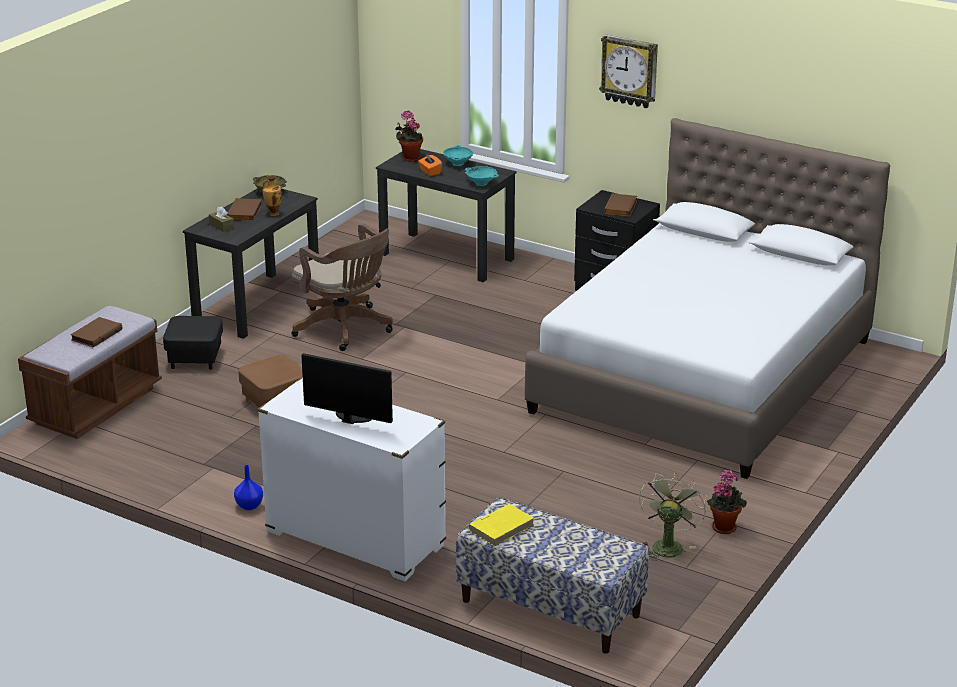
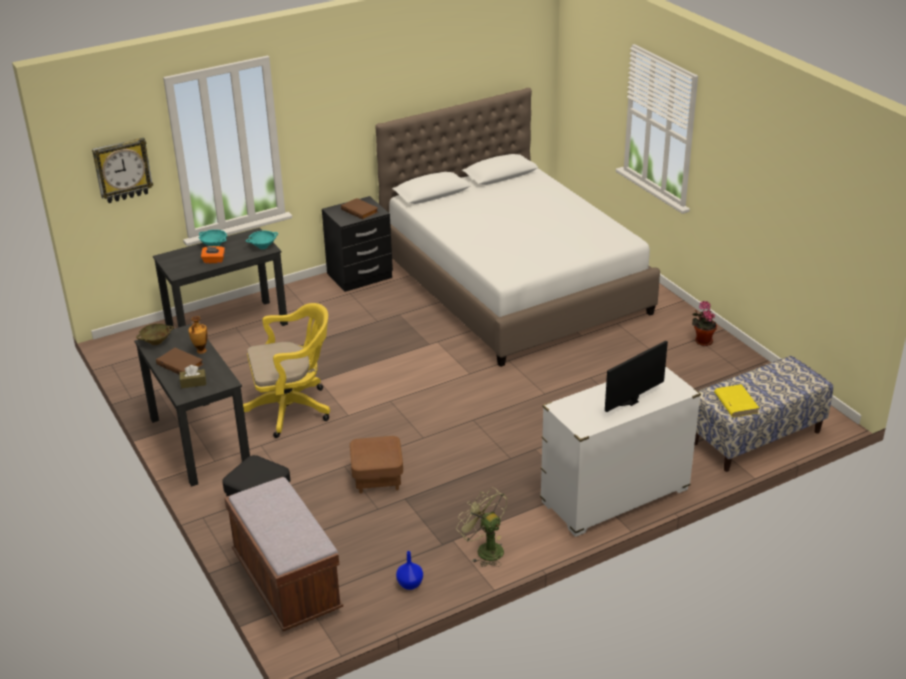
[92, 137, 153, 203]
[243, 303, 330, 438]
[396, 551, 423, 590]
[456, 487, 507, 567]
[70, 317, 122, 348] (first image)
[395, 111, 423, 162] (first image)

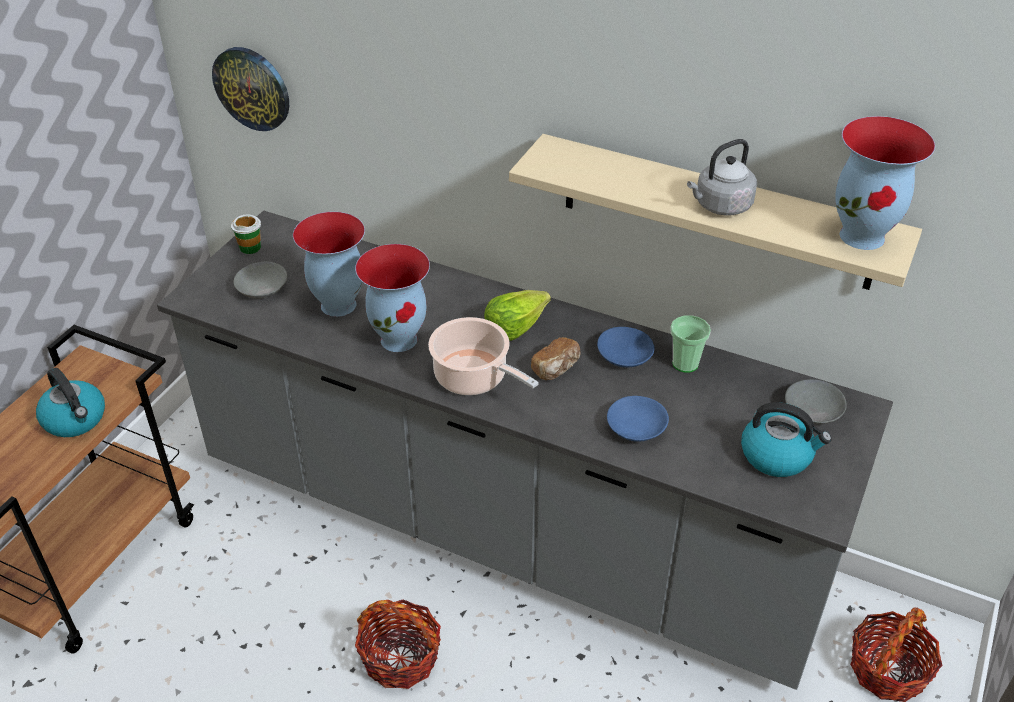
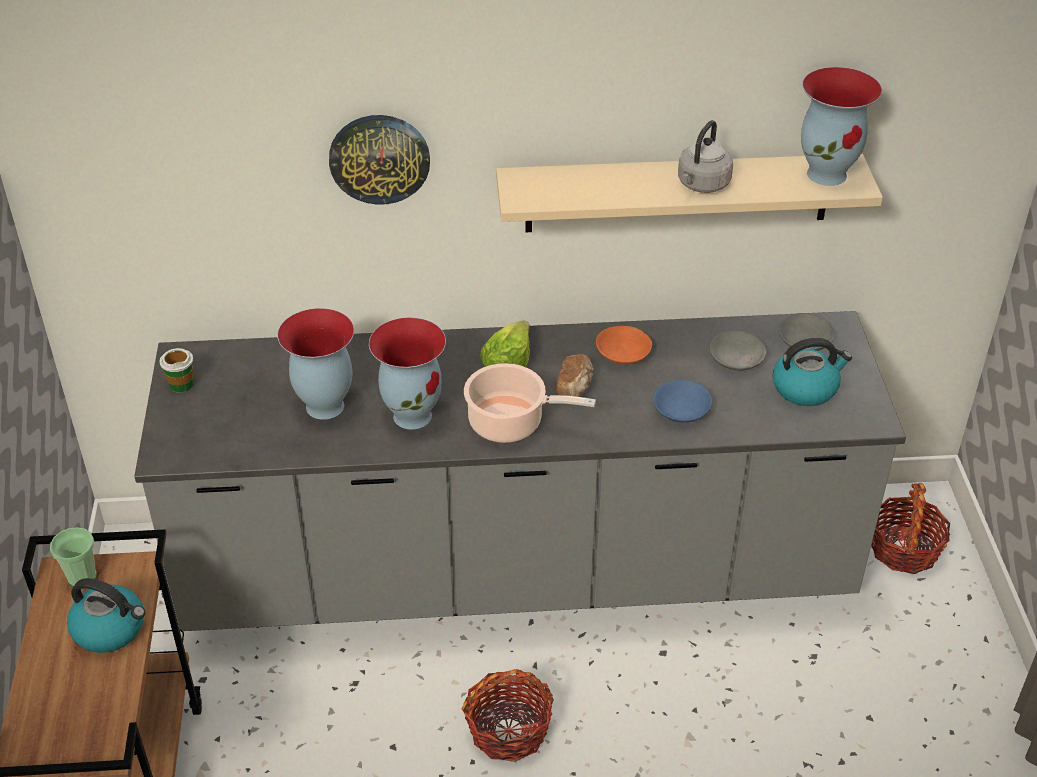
[50, 527, 97, 587]
[329, 115, 430, 205]
[596, 326, 652, 364]
[710, 330, 766, 371]

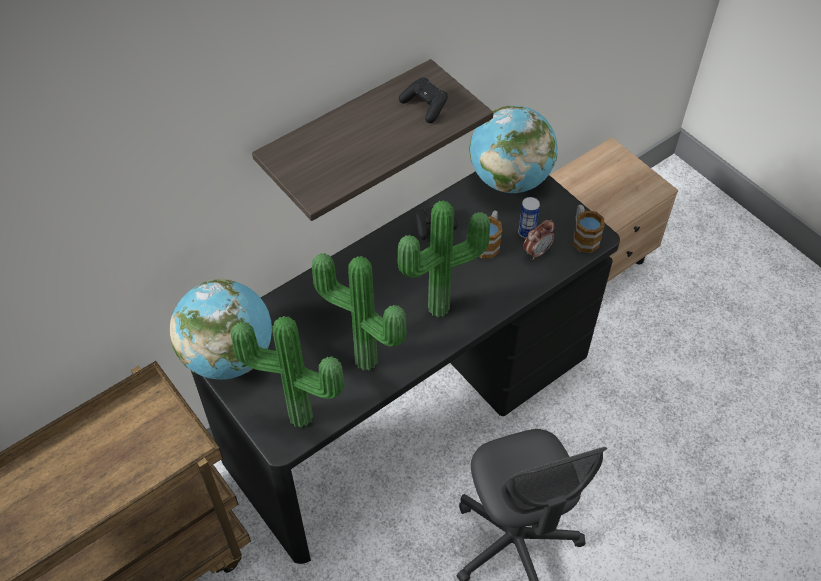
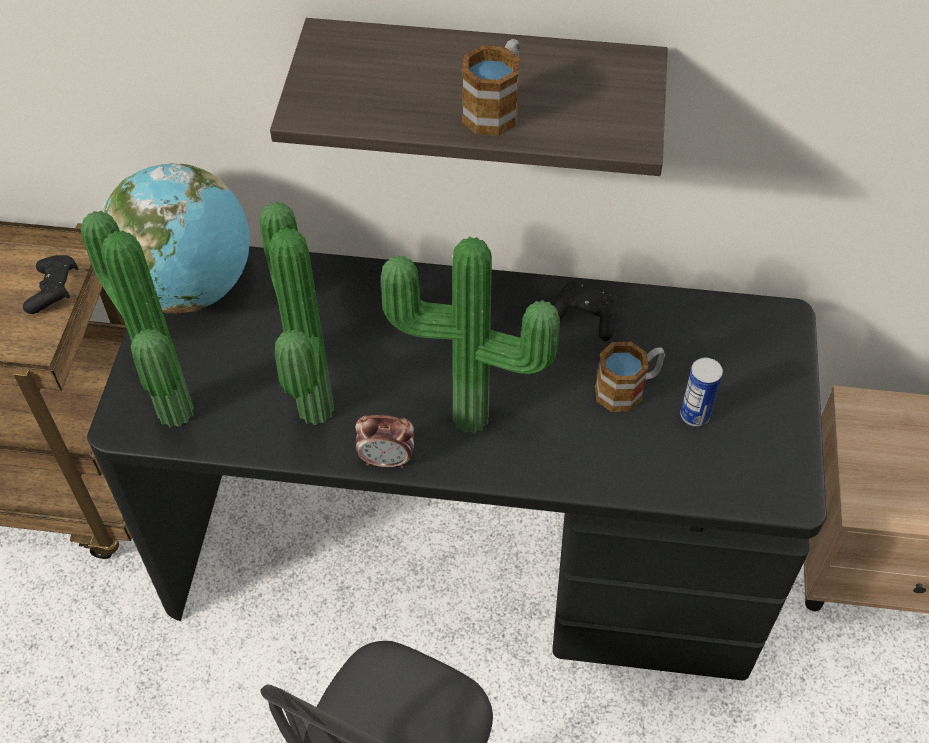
[23, 255, 78, 314]
[355, 415, 414, 468]
[462, 39, 520, 136]
[470, 105, 558, 193] (first image)

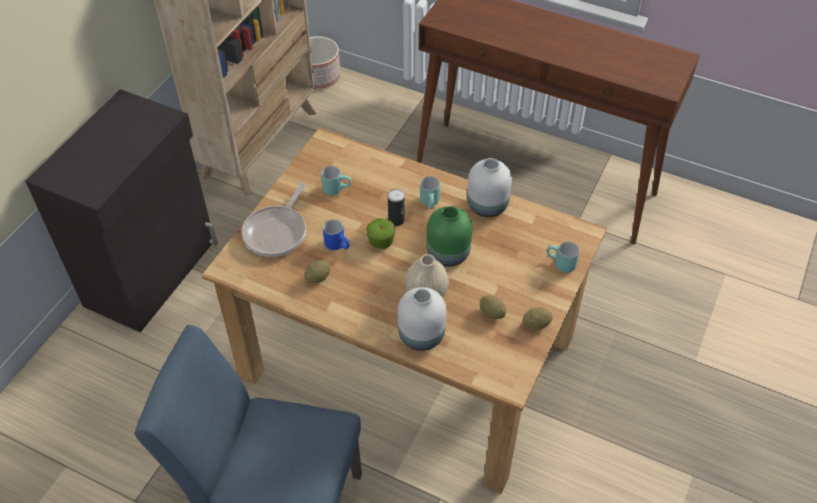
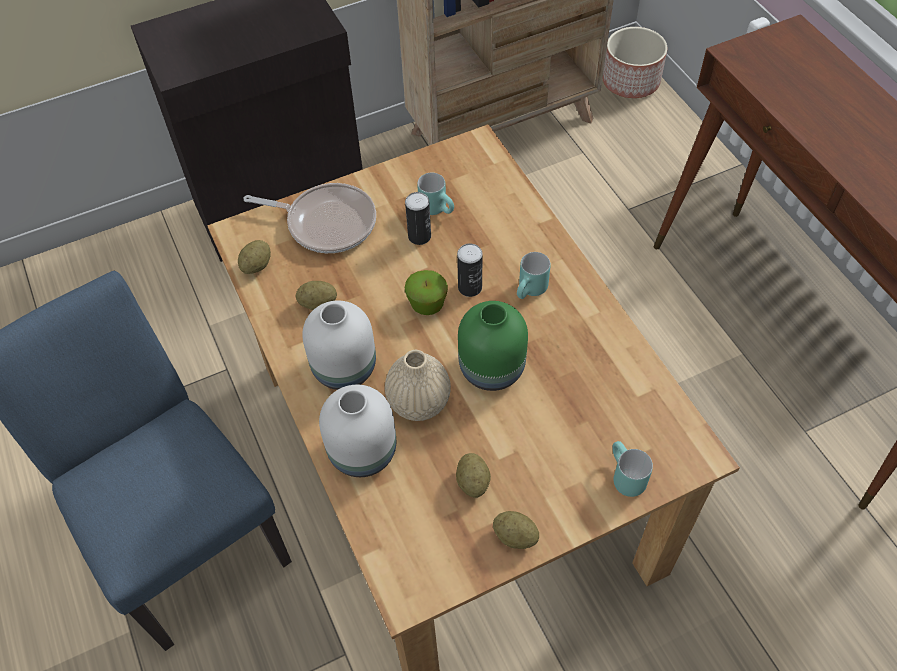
[238, 240, 271, 274]
[243, 183, 376, 253]
[302, 301, 376, 390]
[405, 192, 431, 245]
[323, 219, 350, 250] (first image)

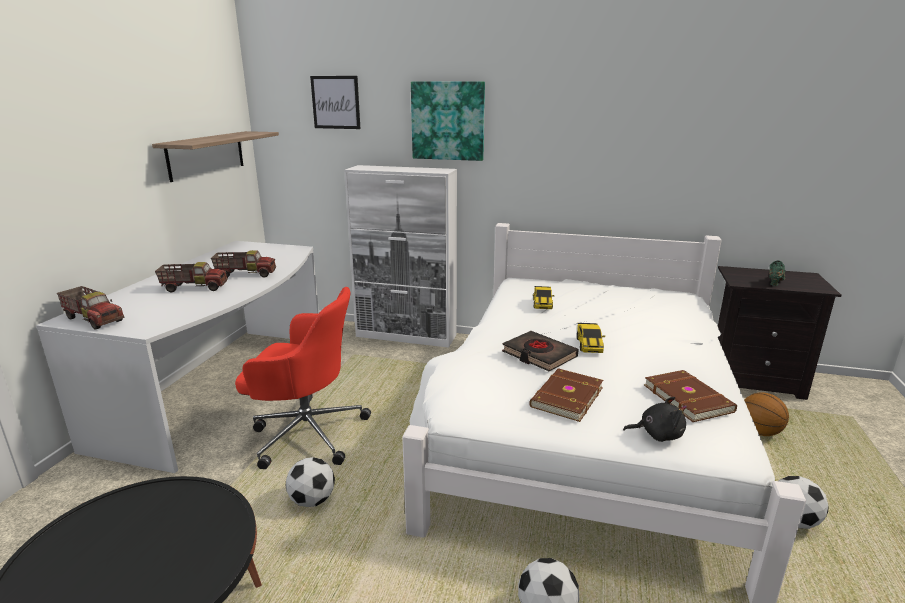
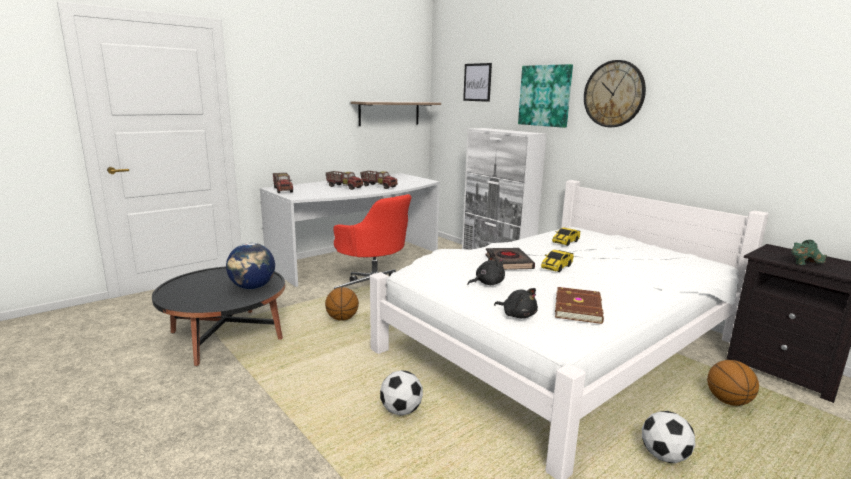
[226, 243, 275, 289]
[325, 287, 359, 321]
[467, 256, 505, 285]
[584, 60, 646, 127]

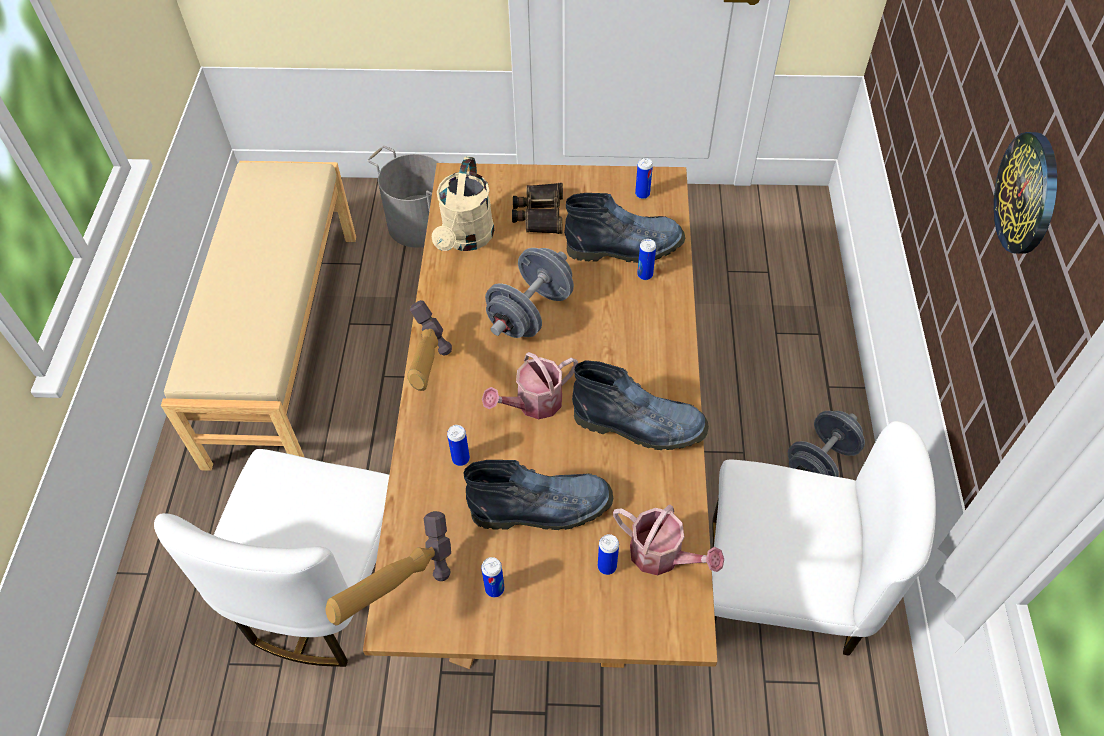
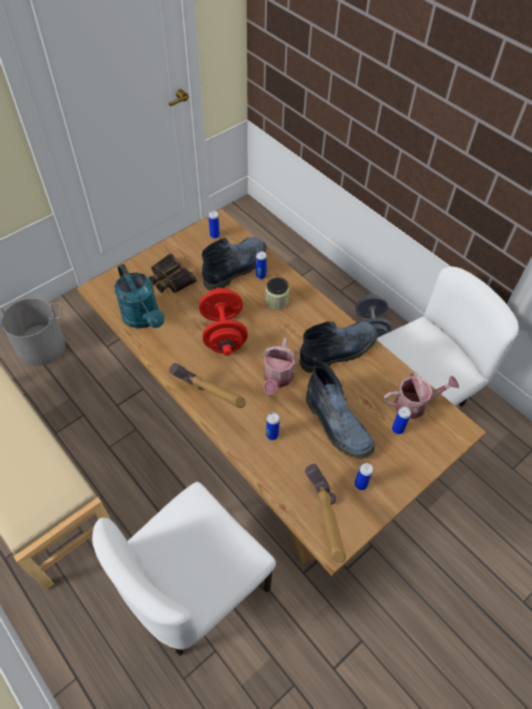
[92, 482, 276, 656]
[114, 264, 165, 328]
[199, 288, 248, 356]
[265, 277, 289, 310]
[306, 361, 375, 459]
[994, 132, 1057, 253] (first image)

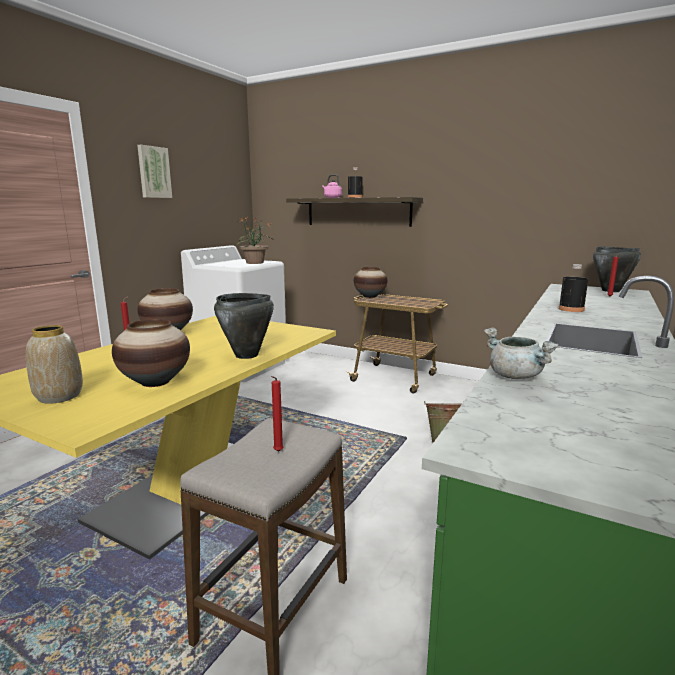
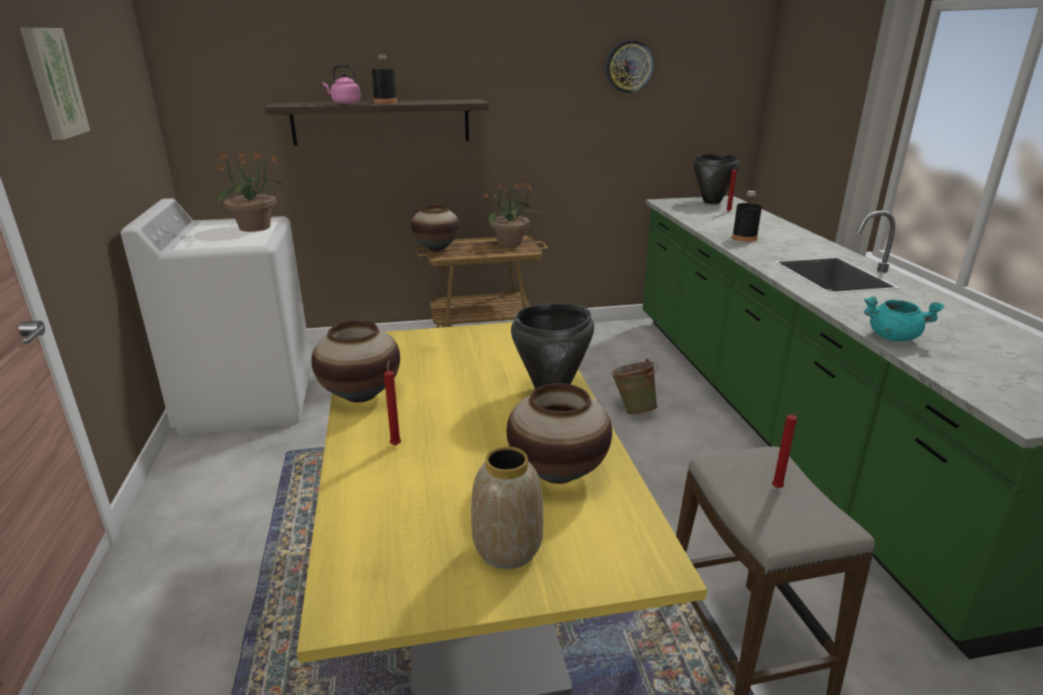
[481, 182, 541, 247]
[606, 40, 654, 93]
[864, 297, 945, 341]

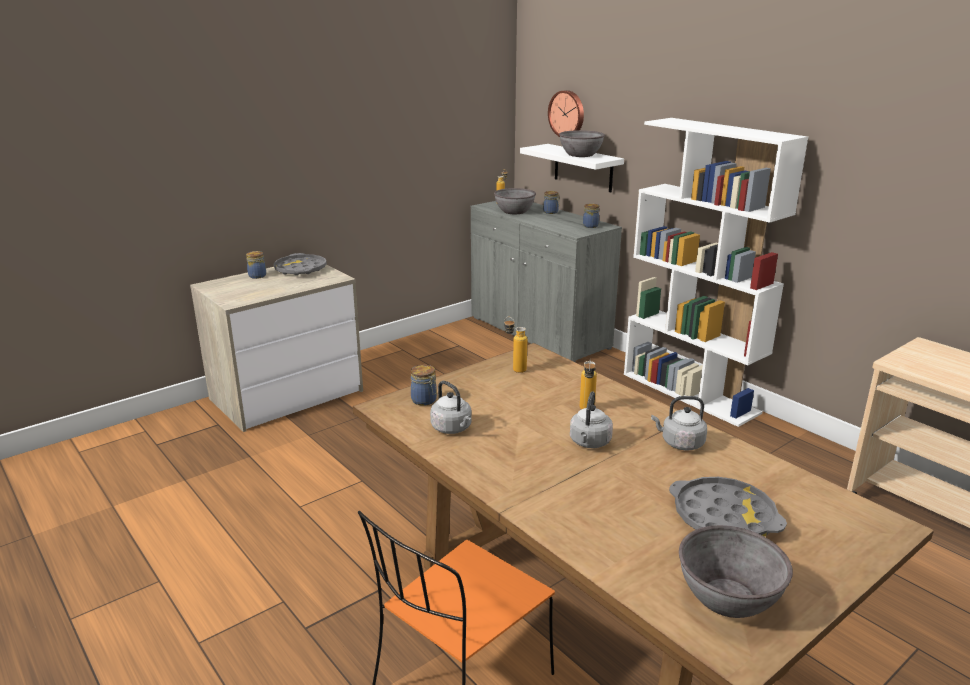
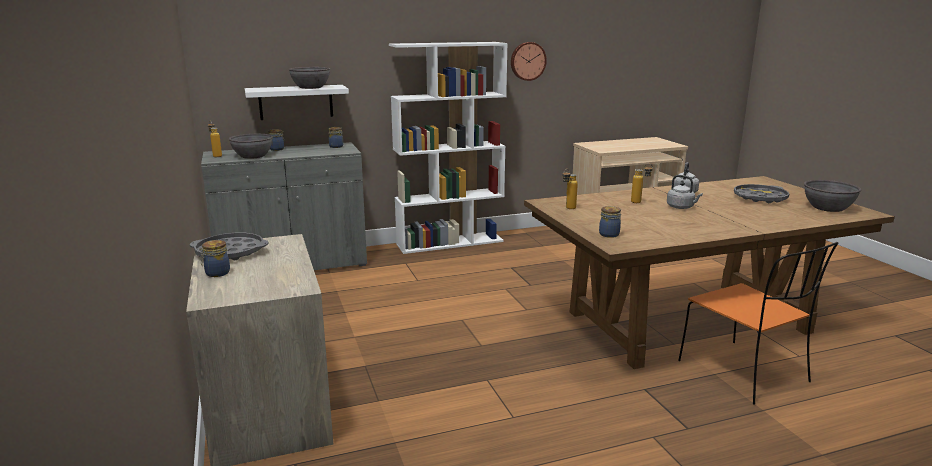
[511, 42, 547, 81]
[430, 381, 472, 434] (first image)

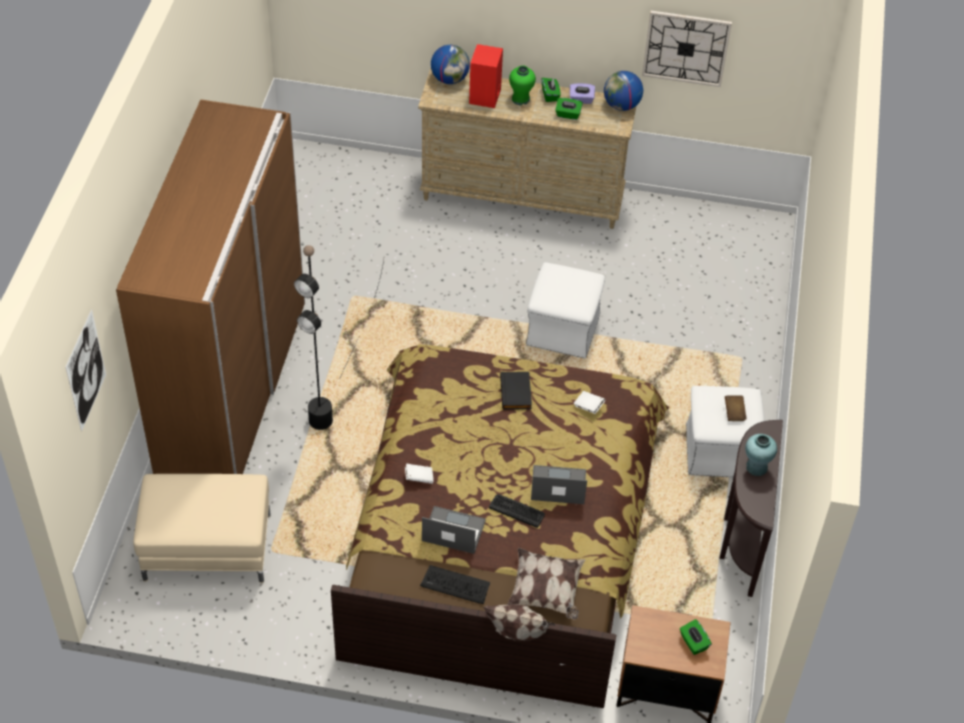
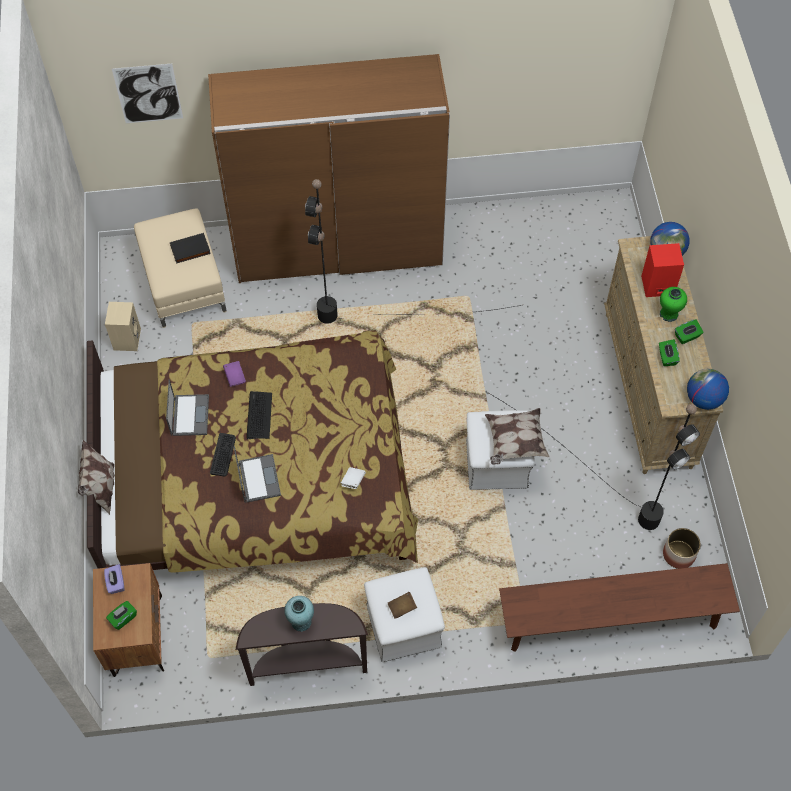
[104, 564, 125, 594]
[105, 302, 141, 351]
[170, 233, 211, 264]
[223, 361, 246, 387]
[247, 391, 272, 439]
[485, 408, 550, 465]
[489, 393, 700, 530]
[499, 563, 740, 652]
[663, 528, 701, 569]
[642, 11, 732, 87] (first image)

